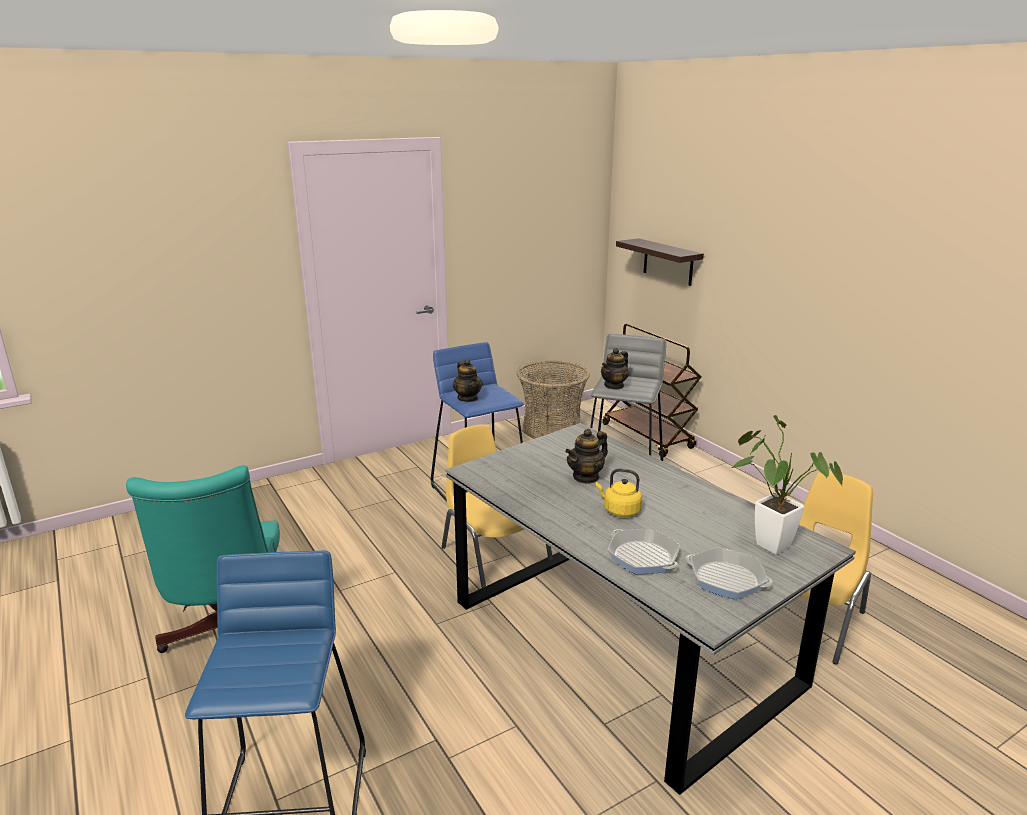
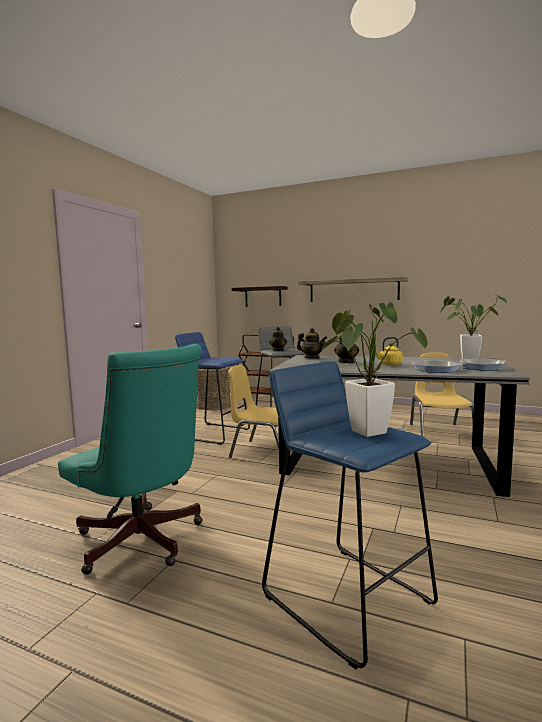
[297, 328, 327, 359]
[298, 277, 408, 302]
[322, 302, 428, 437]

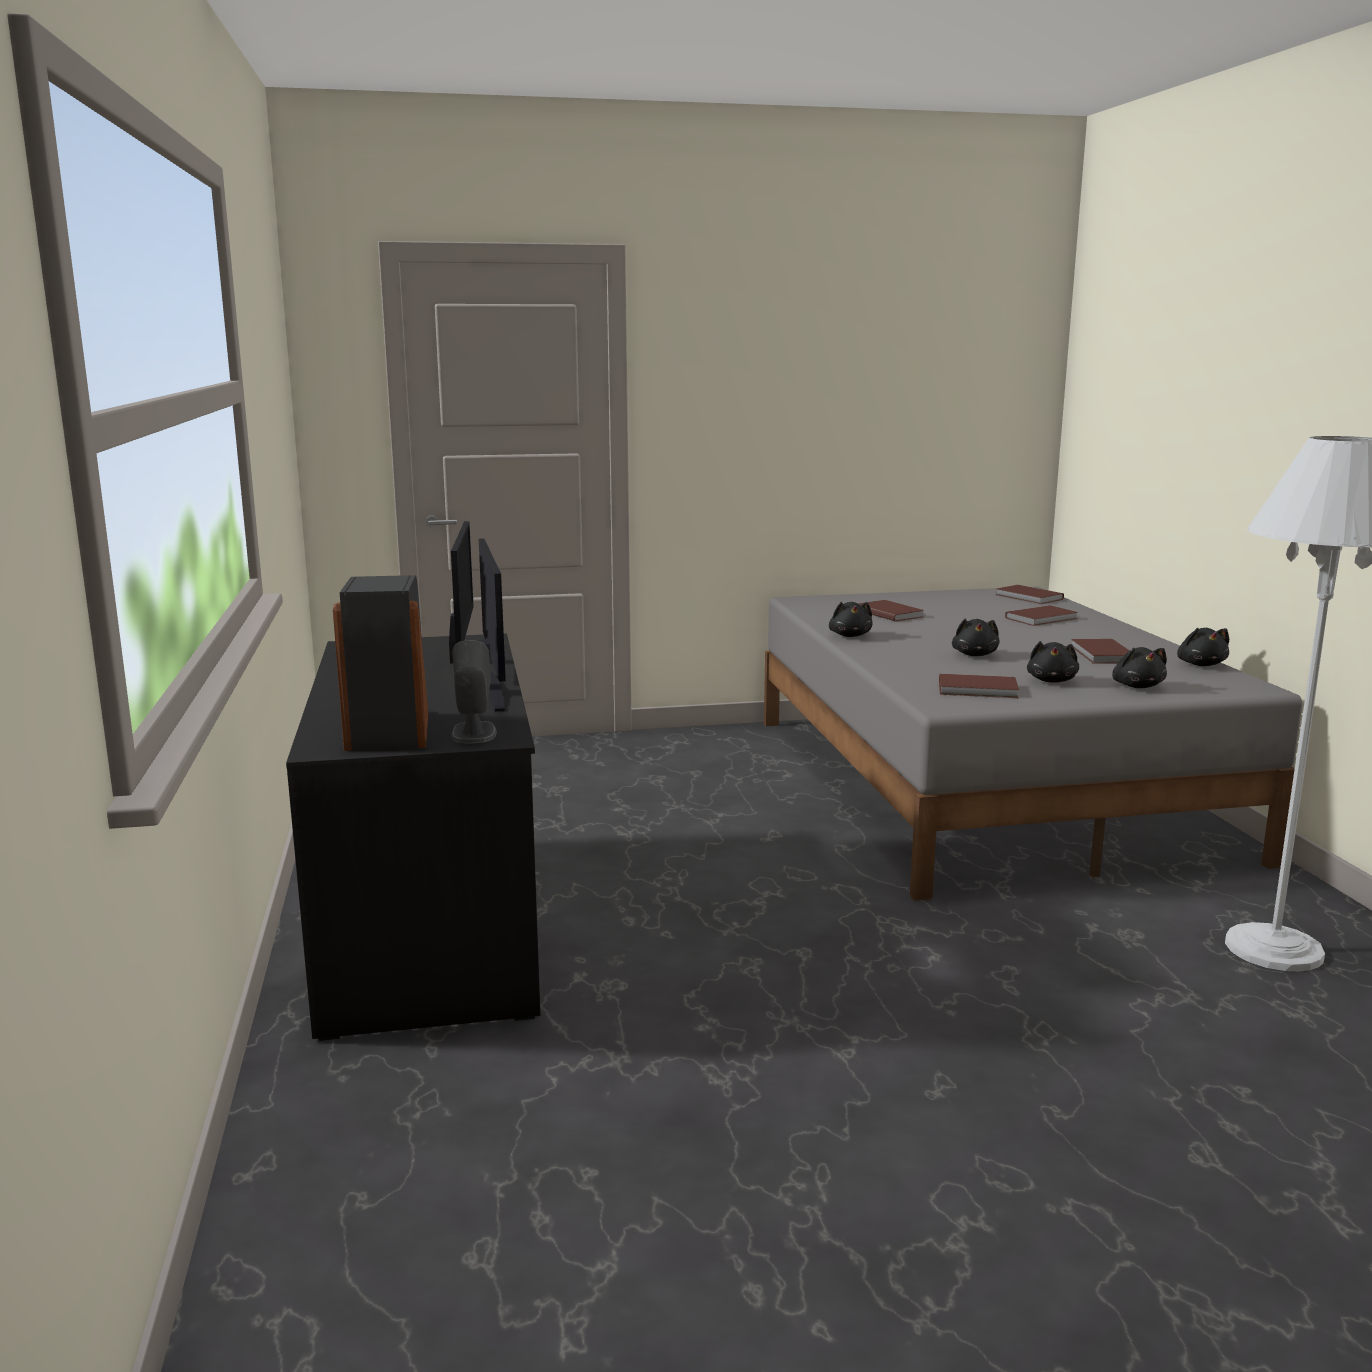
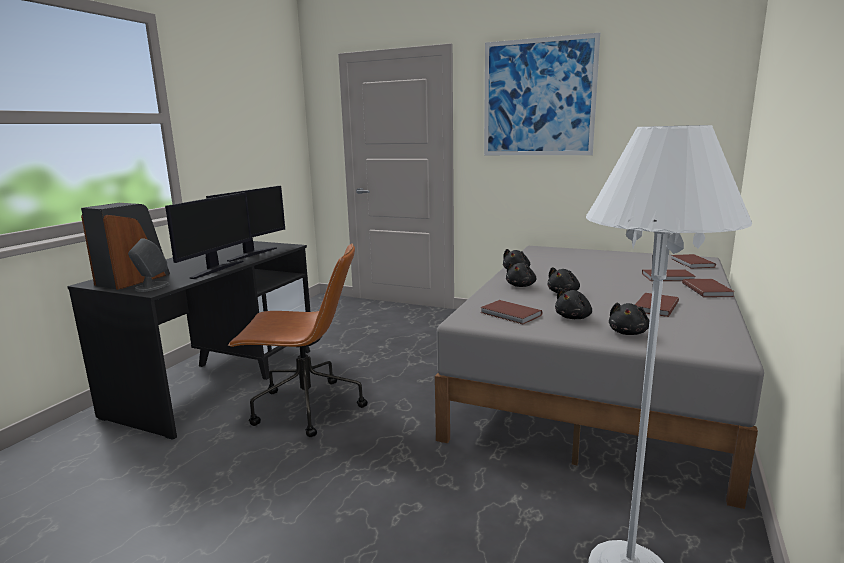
[228, 243, 368, 437]
[484, 33, 600, 155]
[506, 262, 536, 287]
[682, 279, 735, 297]

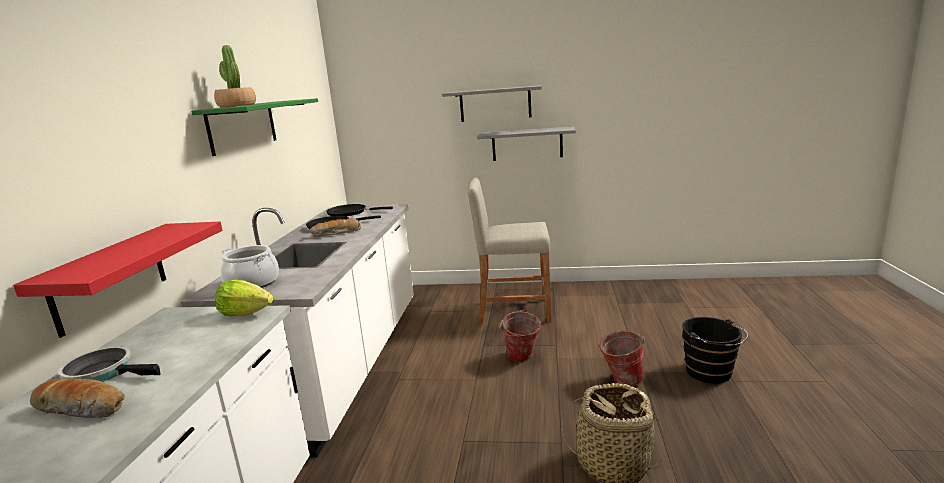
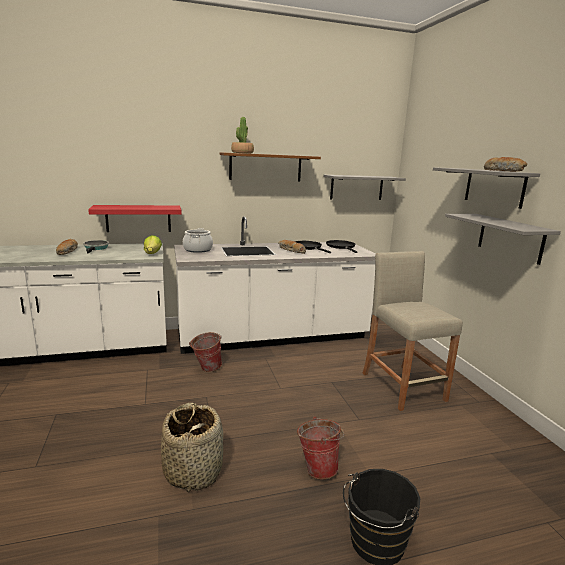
[189, 332, 222, 372]
[220, 152, 321, 182]
[323, 175, 406, 200]
[484, 157, 527, 171]

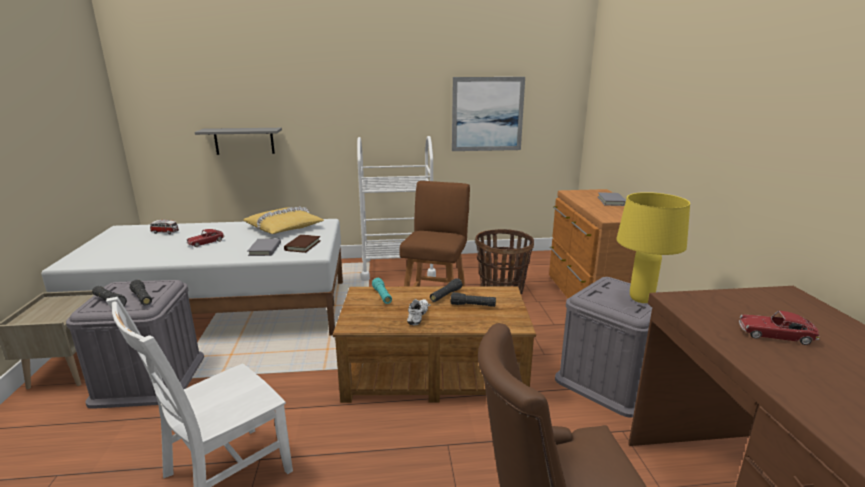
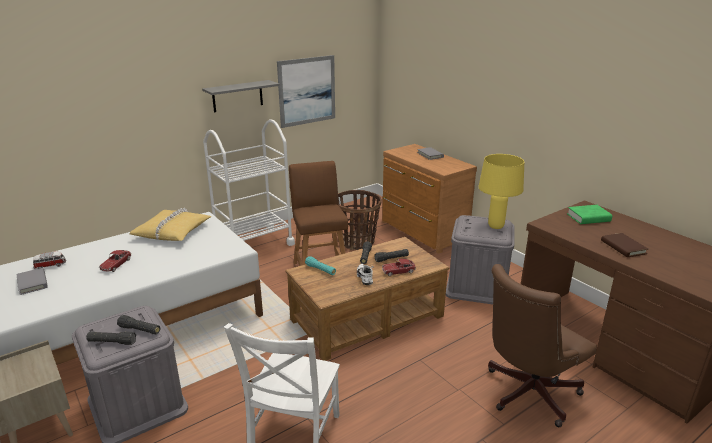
[16, 268, 48, 295]
[202, 80, 280, 112]
[382, 259, 416, 276]
[567, 205, 612, 224]
[601, 233, 648, 257]

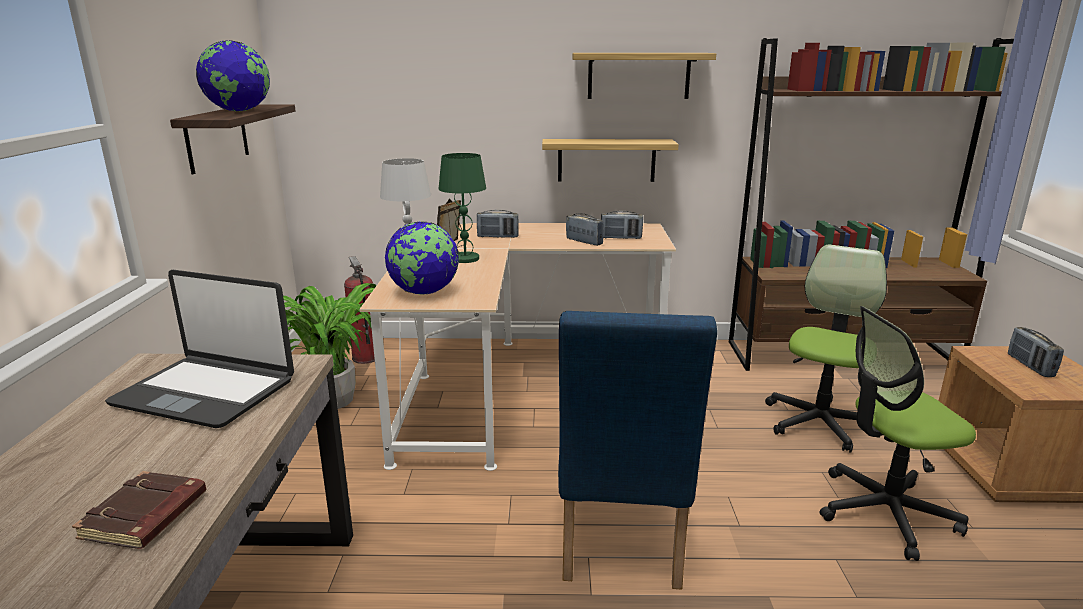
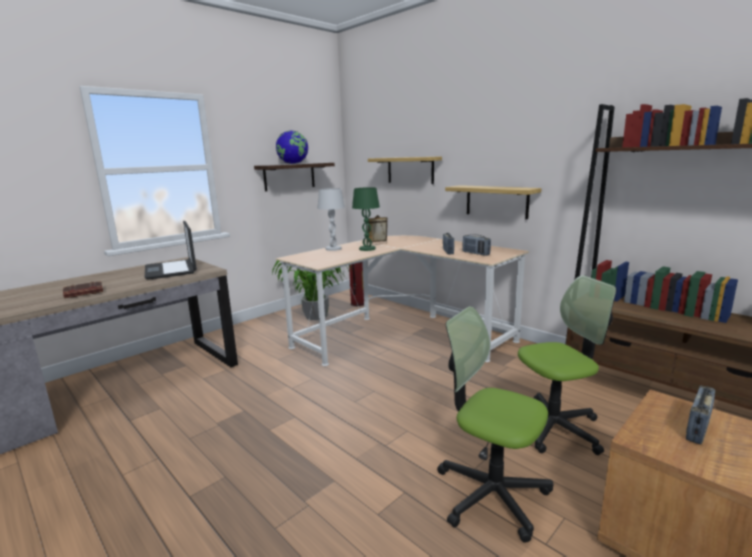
[368, 157, 442, 184]
[385, 222, 459, 295] (first image)
[477, 210, 519, 238] (first image)
[558, 311, 717, 590] (first image)

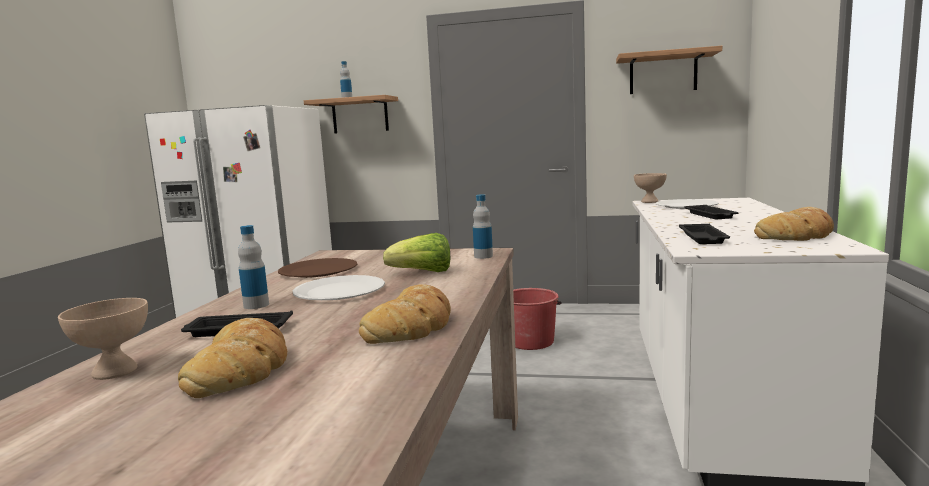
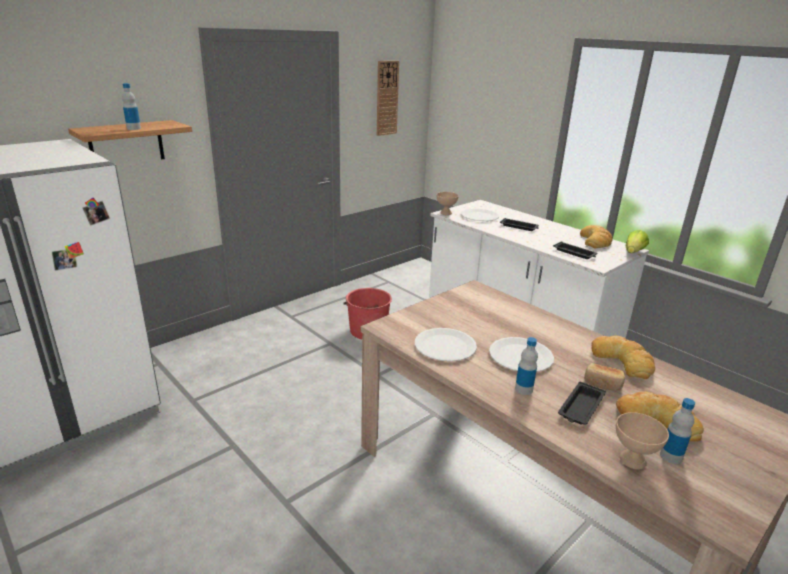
[377, 61, 399, 136]
[415, 328, 477, 361]
[584, 363, 625, 390]
[626, 230, 649, 253]
[660, 398, 695, 464]

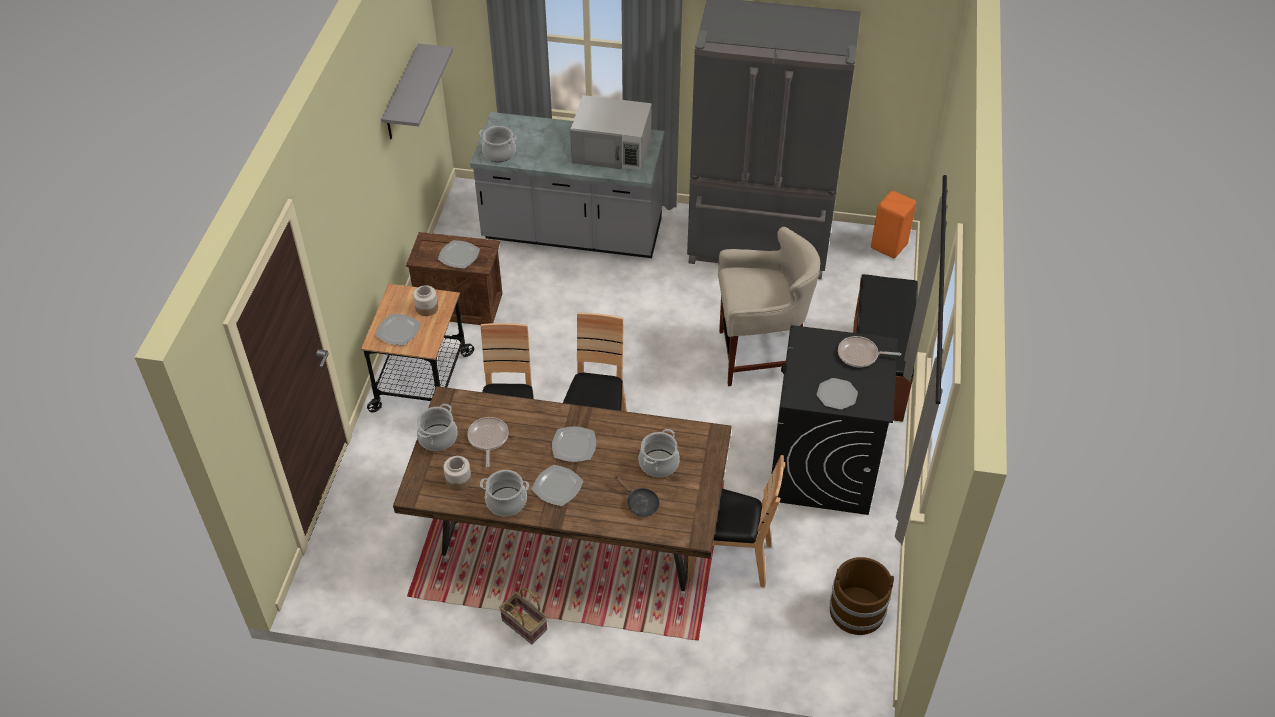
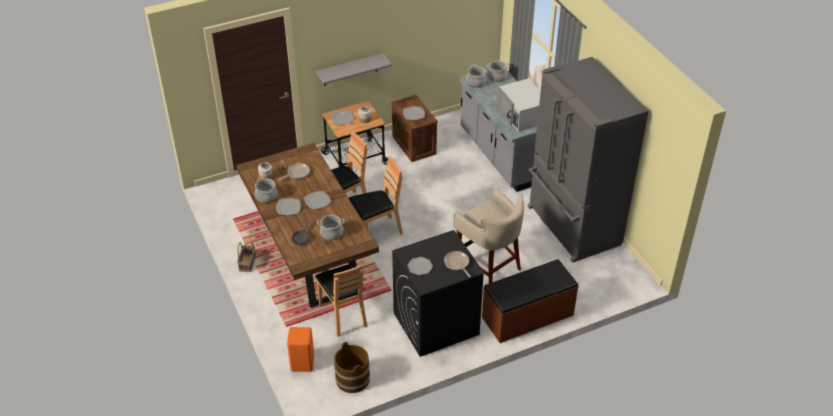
[287, 327, 314, 372]
[316, 53, 392, 86]
[486, 61, 509, 82]

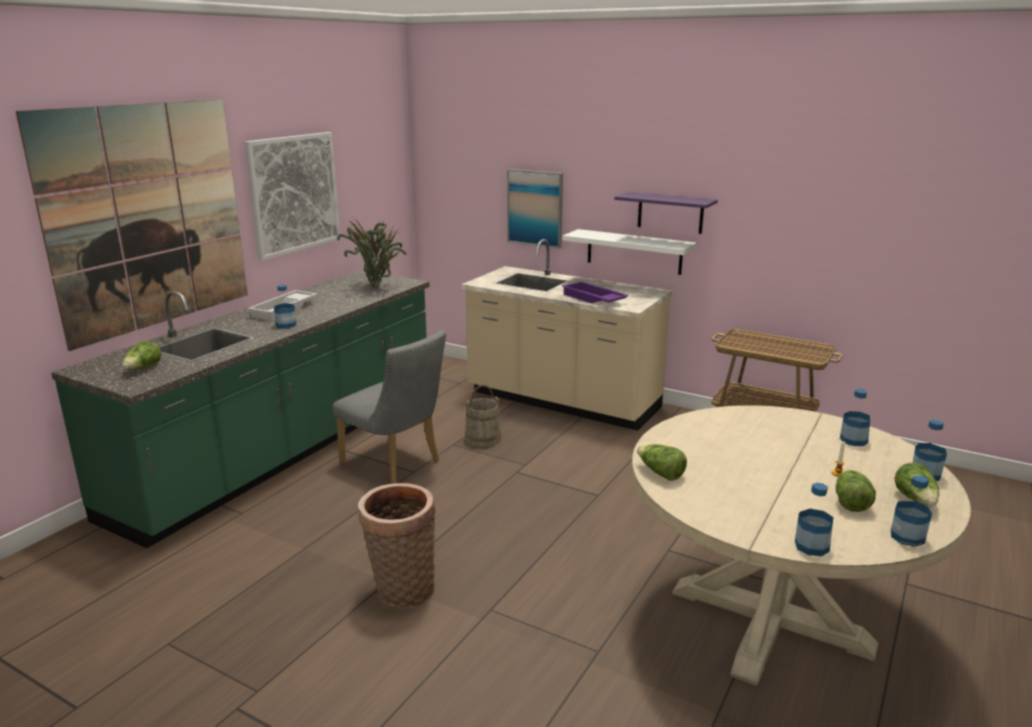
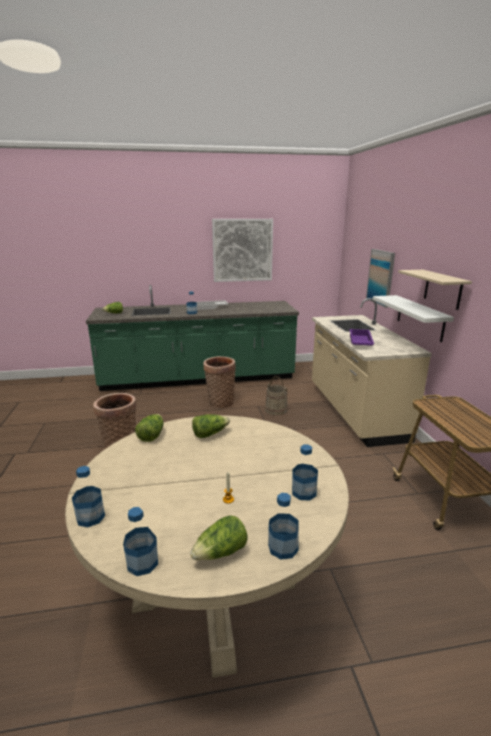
[192, 414, 230, 438]
[203, 356, 236, 408]
[398, 270, 472, 310]
[16, 99, 248, 351] (first image)
[337, 218, 406, 289] (first image)

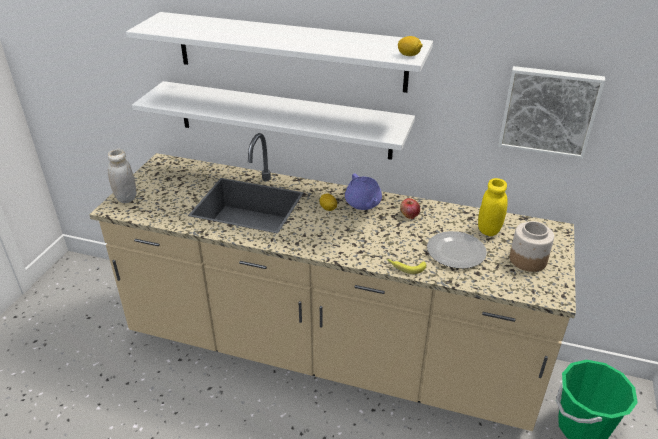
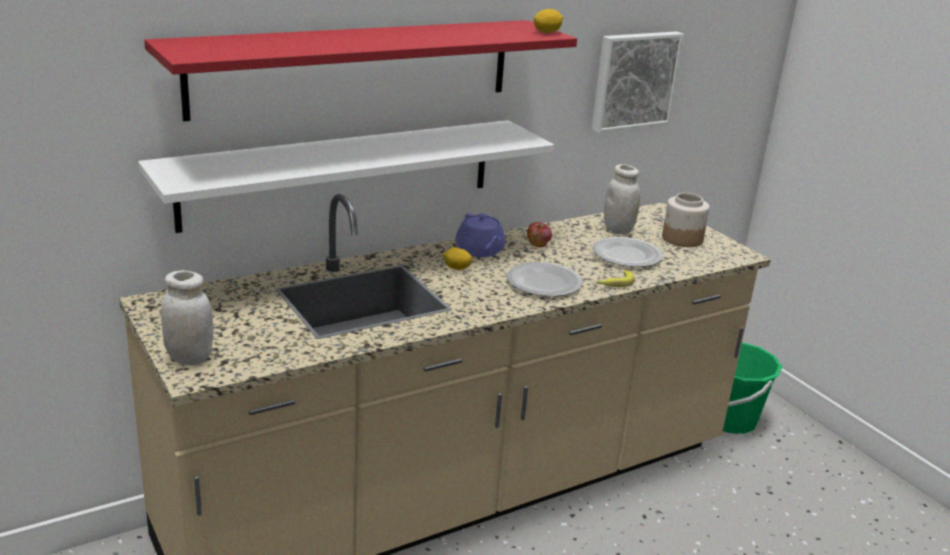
[144, 20, 577, 121]
[456, 213, 506, 257]
[507, 262, 582, 297]
[604, 164, 640, 234]

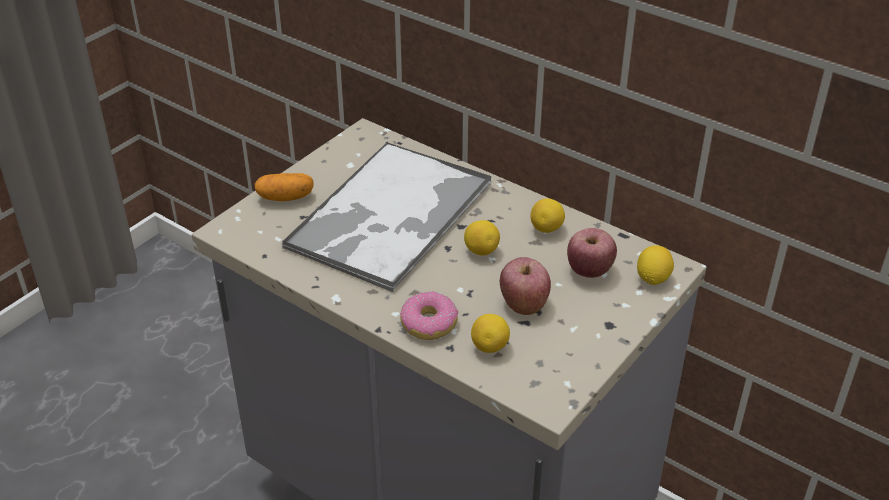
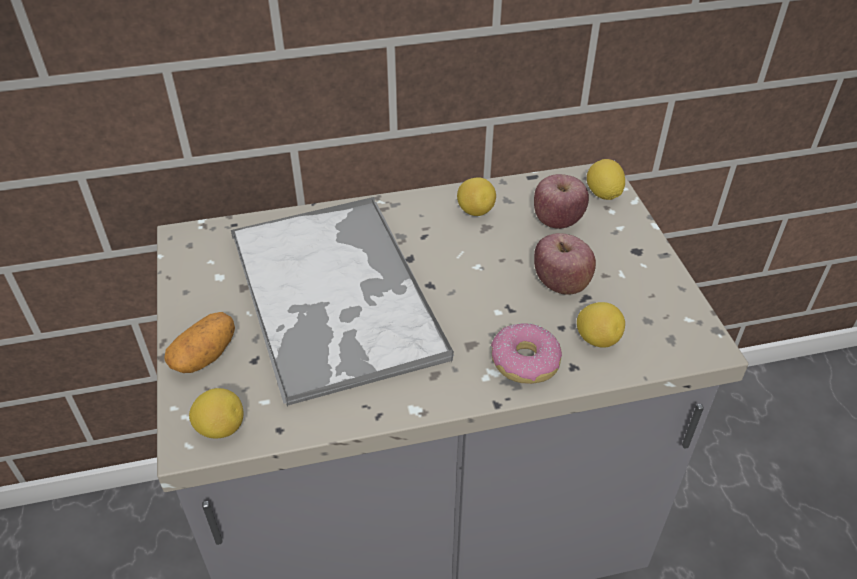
[189, 388, 244, 439]

